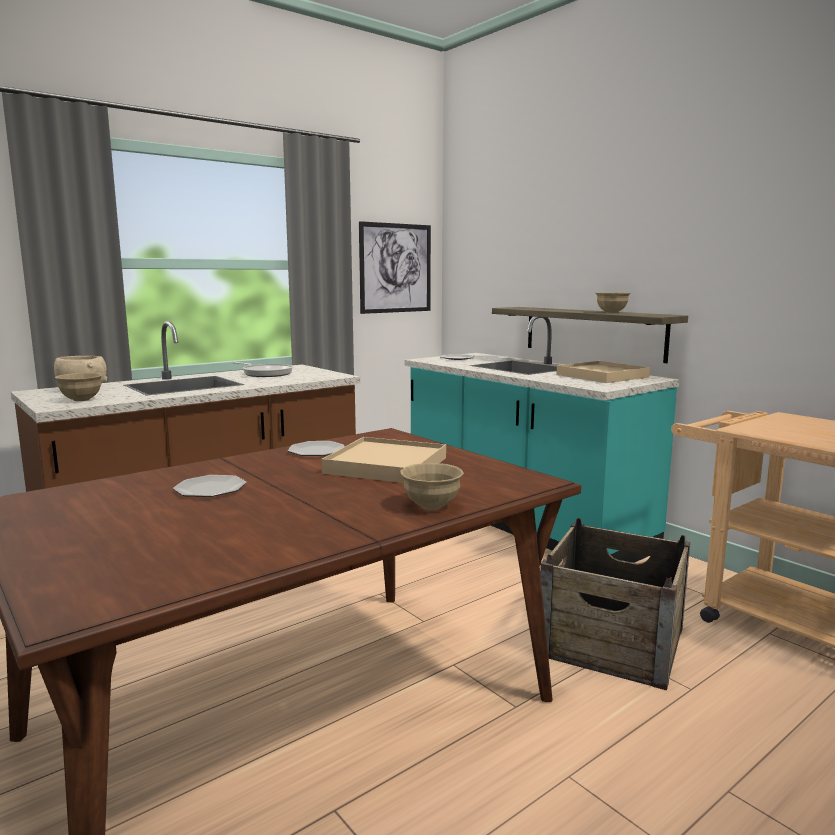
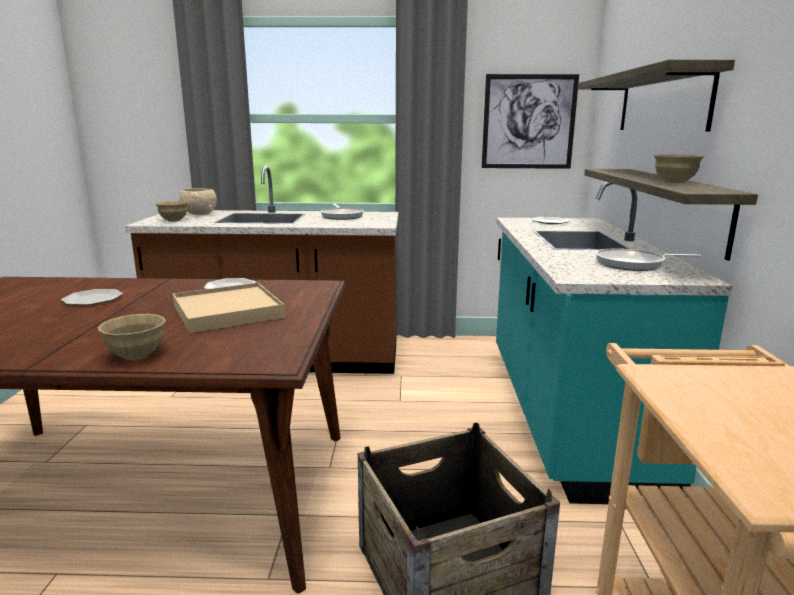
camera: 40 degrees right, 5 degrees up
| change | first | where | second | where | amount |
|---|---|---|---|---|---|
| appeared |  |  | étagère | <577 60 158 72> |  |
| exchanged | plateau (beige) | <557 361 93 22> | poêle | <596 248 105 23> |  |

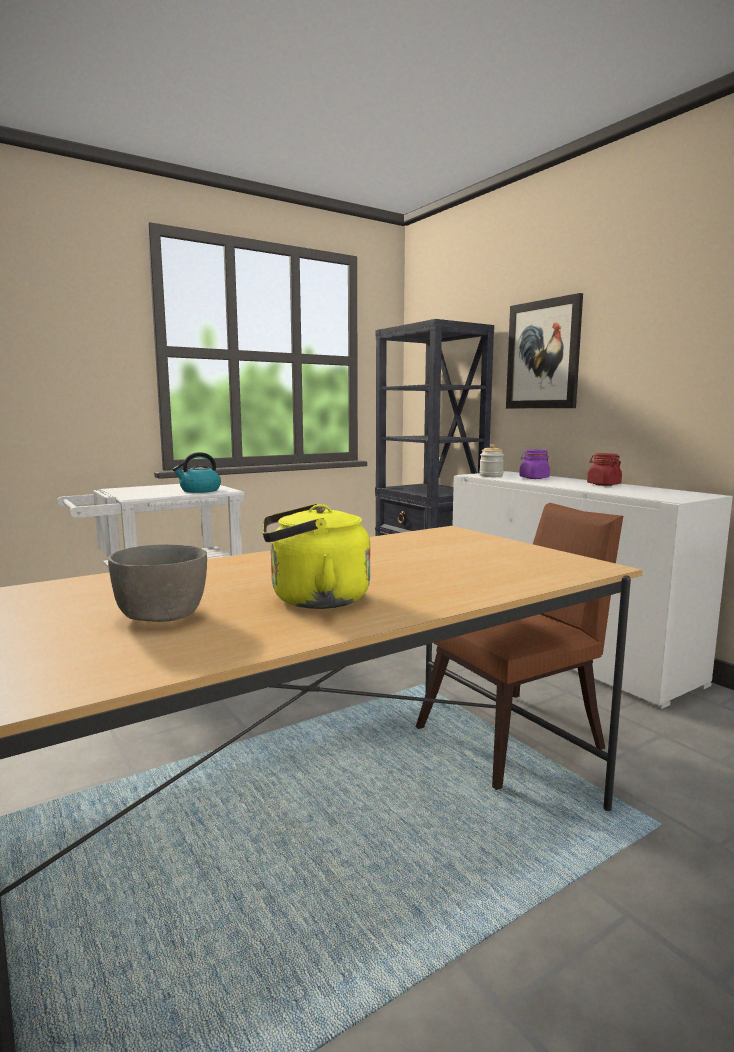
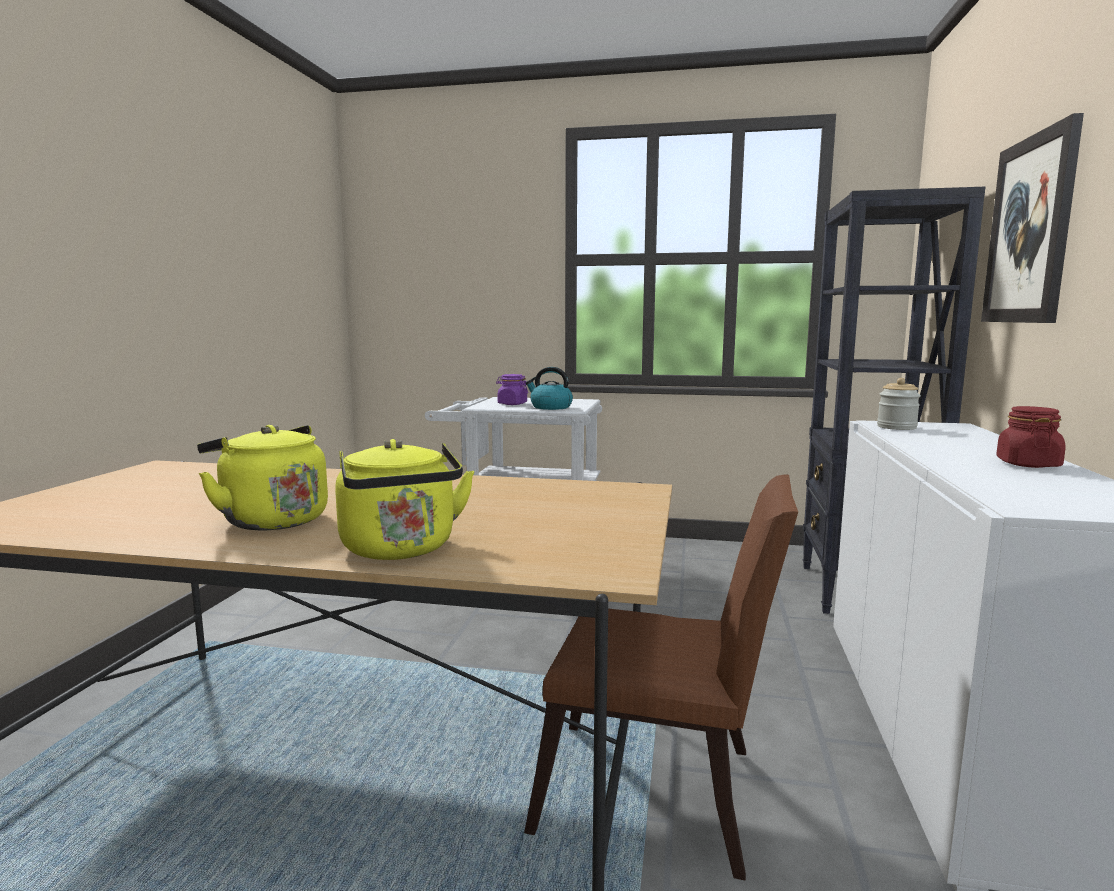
camera: 45 degrees right, 0 degrees up
| change | first | where | second | where | amount |
|---|---|---|---|---|---|
| appeared |  |  | bouilloire (jaune) | <335 439 139 121> |  |
| relocated | bocal (violet) | <519 450 31 29> |  | <496 374 32 31> |  |
| missing | bol (gris) | <108 544 99 78> |  |  |  |

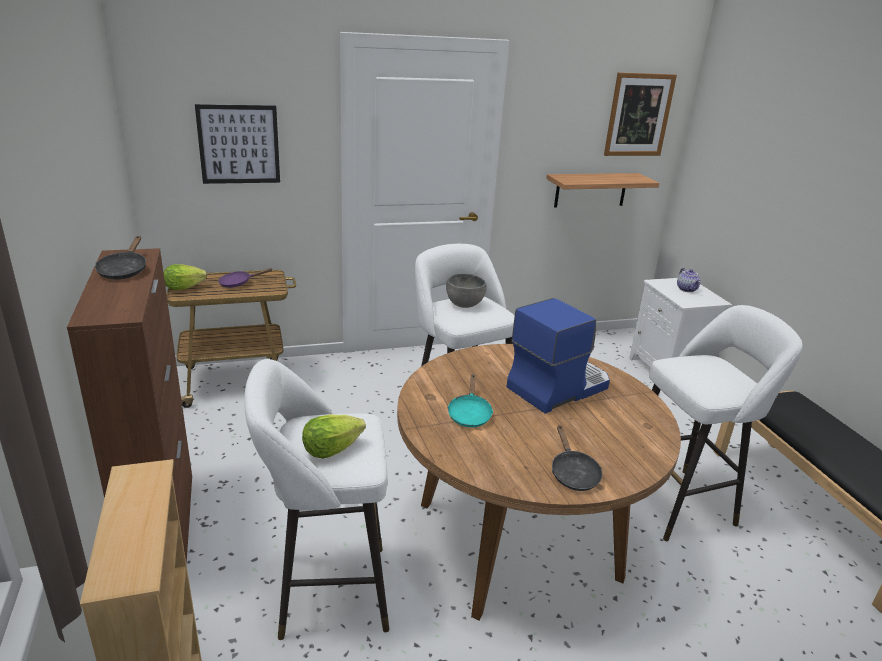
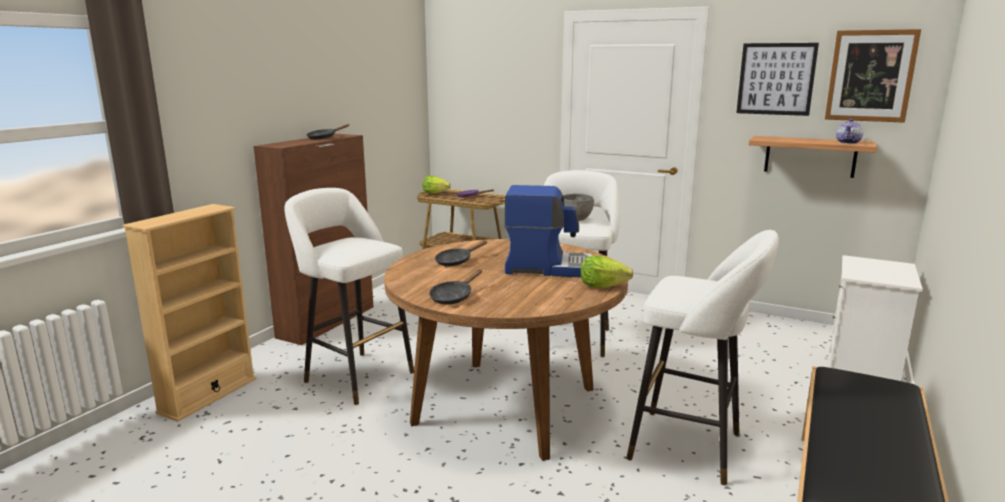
camera: 45 degrees right, 10 degrees down
| change | first | where | second | where | amount |
|---|---|---|---|---|---|
| colour | poêle (turquoise) | <447 374 46 53> | poêle (noir) | <435 241 52 25> |  |
| relocated | laitue | <302 415 64 44> |  | <580 255 53 33> |  |
| relocated | tableau | <195 104 85 80> |  | <736 43 83 73> |  |
| relocated | théière | <677 268 24 24> |  | <836 119 27 25> |  |

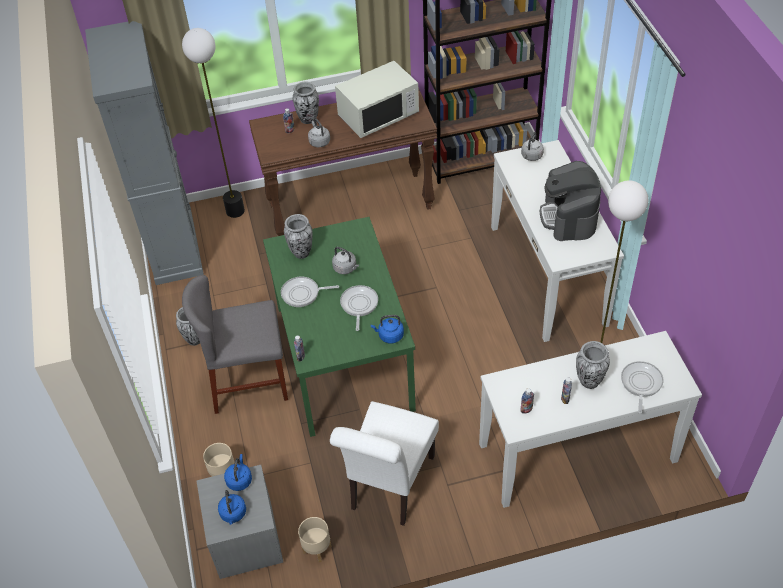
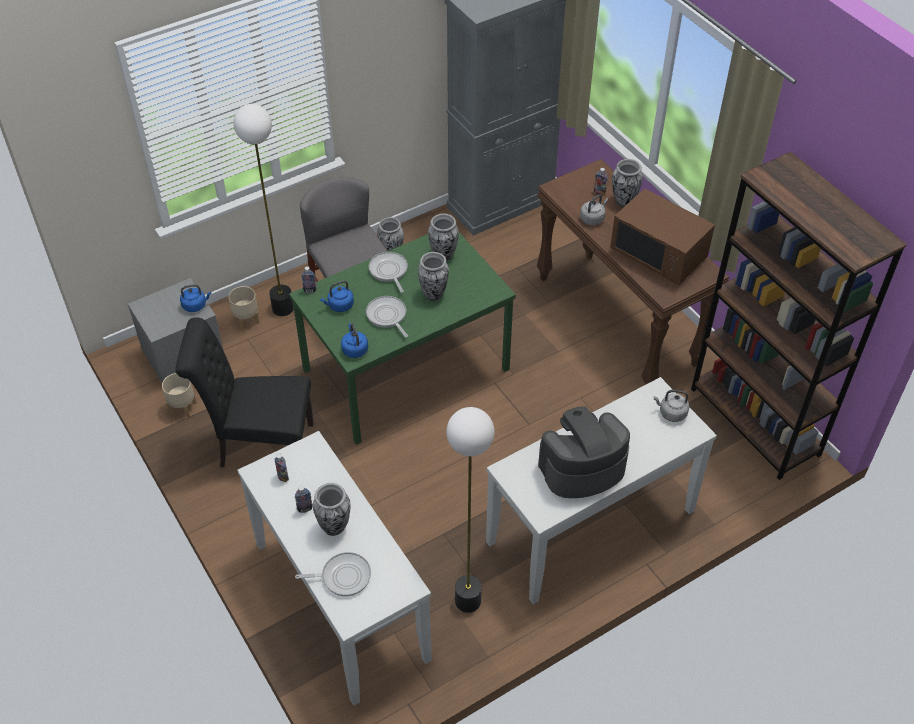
camera: 70 degrees right, 0 degrees up
| change | first | where | second | where | amount |
|---|---|---|---|---|---|
| colour | chaise (blanc) | <330 401 109 125> | chaise (noir) | <175 317 139 150> |  |
| relocated | lampadaire | <182 28 63 190> |  | <233 104 61 212> |  |
| relocated | bouilloire (bleu) | <218 490 28 35> |  | <320 280 34 32> |  |
| spun | poêle | <340 285 38 46> |  | <366 296 42 42> | 105 degrees counterclockwise |
| exchanged | bouilloire (gris) | <332 247 27 27> | vase | <418 252 31 49> |  |
| colour | micro-ondes (blanc) | <335 61 84 77> | micro-ondes (marron) | <610 188 105 97> |  |

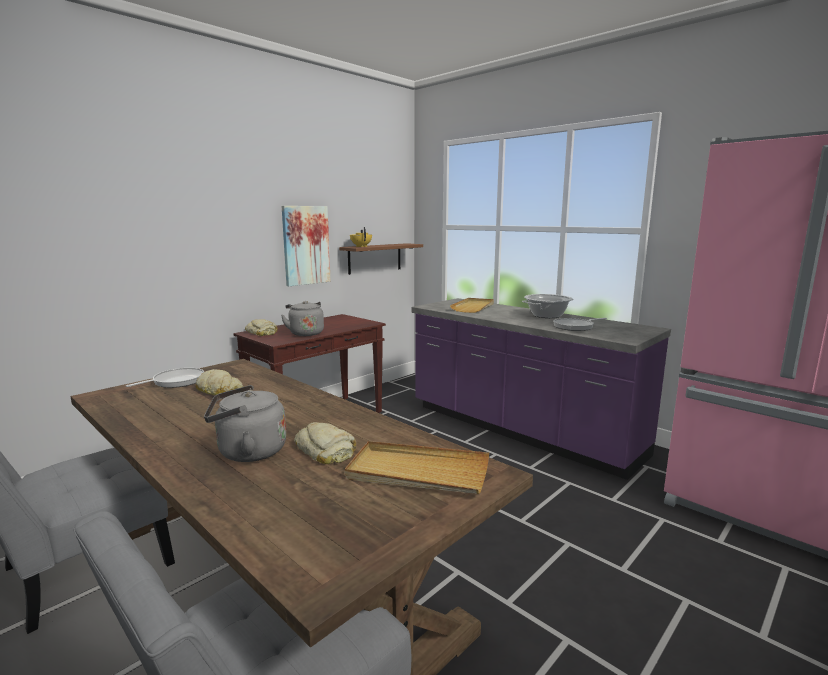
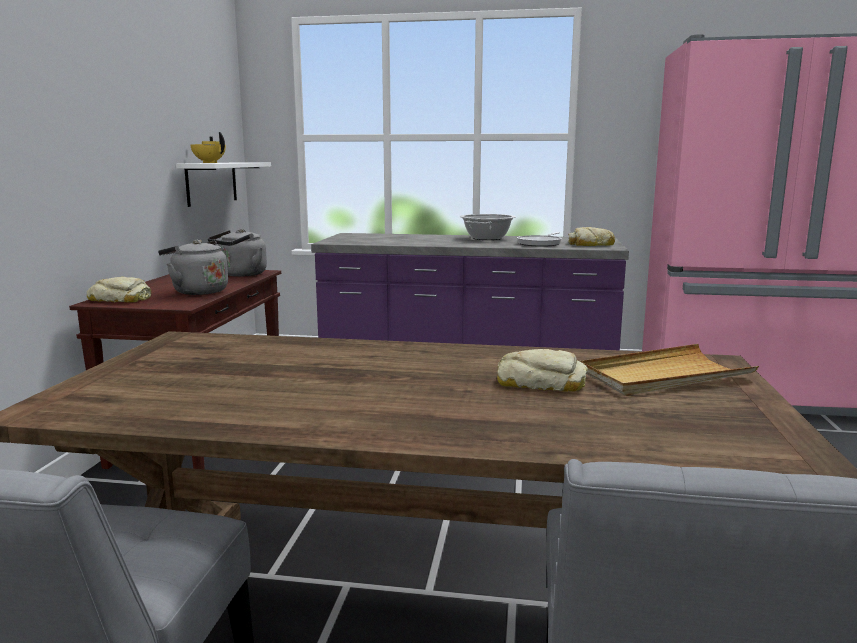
camera: 35 degrees left, 0 degrees up
| change | first | where | second | where | amount |
|---|---|---|---|---|---|
| colour | étagère (marron) | <339 243 84 32> | étagère (blanc) | <176 162 95 45> |  |
| relocated | bouilloire (gris) | <204 385 82 77> |  | <208 229 59 48> |  |
| relocated | pain | <195 369 48 26> |  | <568 227 47 19> |  |
| missing | poêle | <126 368 78 20> |  |  |  |
| missing | tableau | <282 206 49 80> |  |  |  |
| missing | plateau (beige) | <450 298 44 15> |  |  |  |

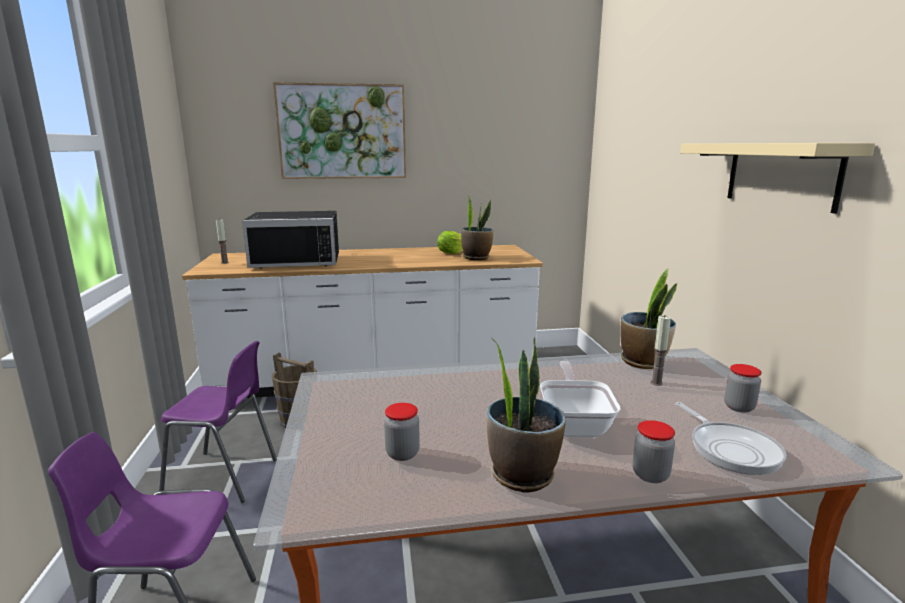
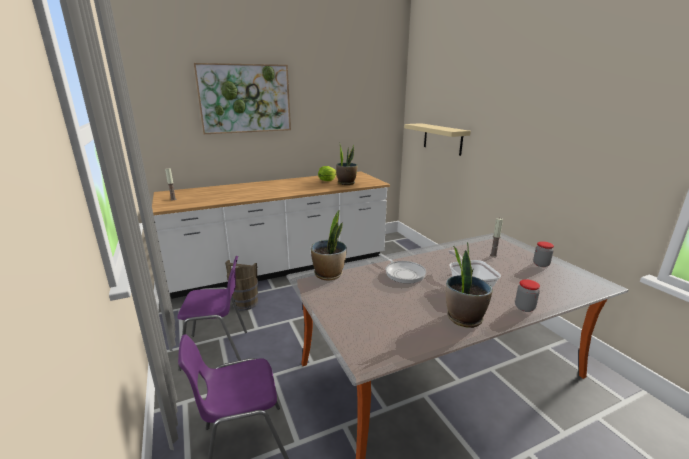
camera: 15 degrees left, 5 degrees up
| change | first | where | second | where | amount |
|---|---|---|---|---|---|
| relocated | plante en pot | <620 269 57 100> |  | <311 211 36 69> |  |
| relocated | poêle | <675 402 111 73> |  | <379 253 47 31> |  |
| relocated | étagère (beige) | <680 143 195 71> |  | <404 123 67 33> |  |
| missing | micro-ondes (noir) | <242 211 97 58> |  |  |  |
| missing | bocal | <384 403 36 58> |  |  |  |

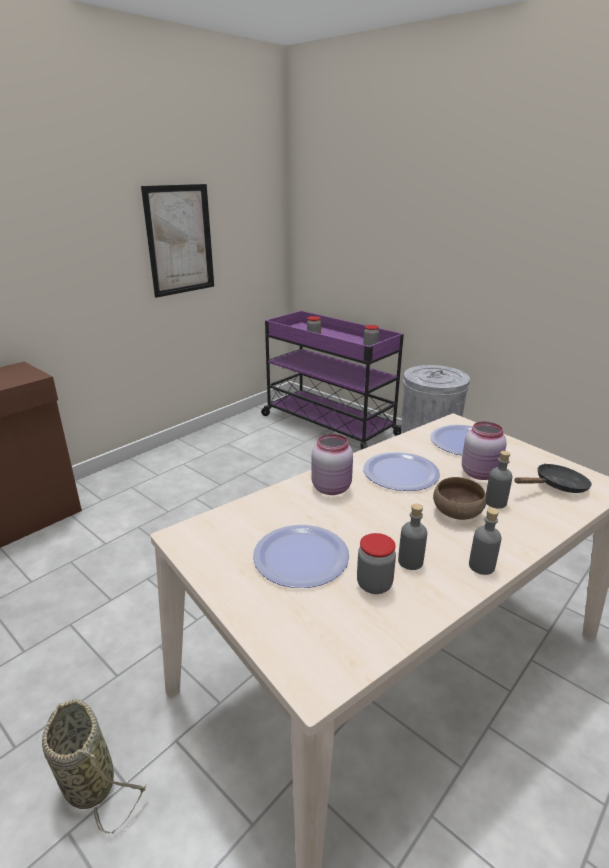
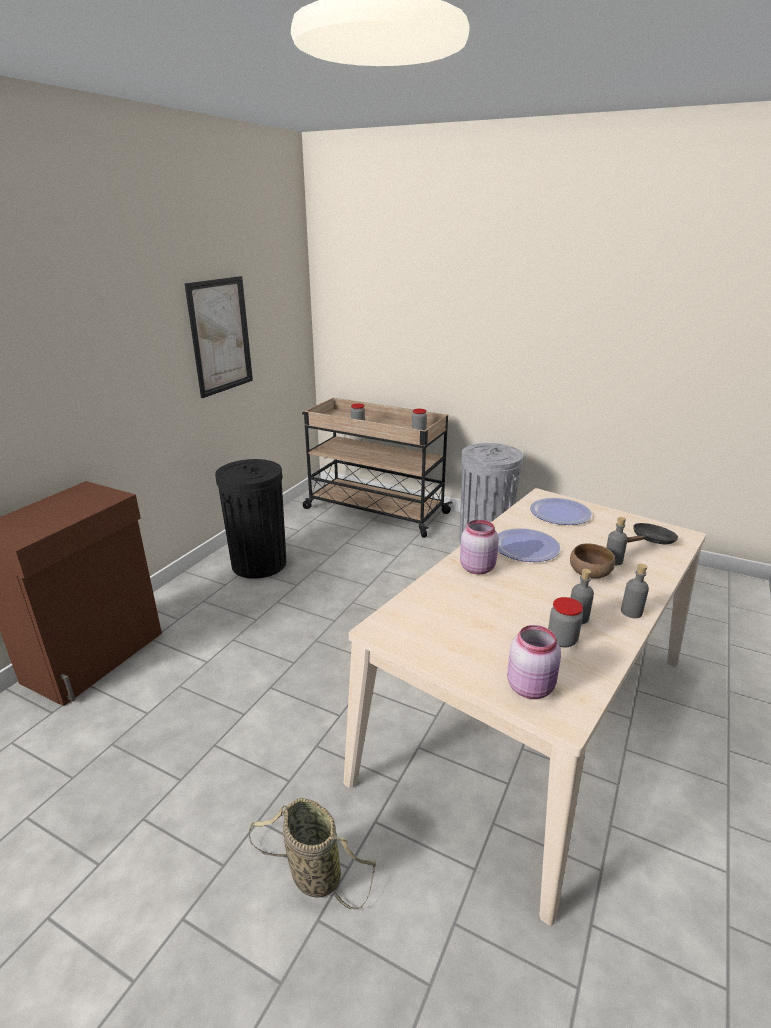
camera: 15 degrees left, 0 degrees up
| change | first | where | second | where | amount |
|---|---|---|---|---|---|
| appeared |  |  | poubelle (noir) | <215 459 71 120> |  |
| colour | chariot (violet) | <261 311 143 138> | chariot (beige) | <302 398 151 140> |  |
| relocated | bocal (rose) | <462 421 45 59> |  | <507 625 54 74> |  |
| missing | assiette | <253 525 96 63> |  |  |  |

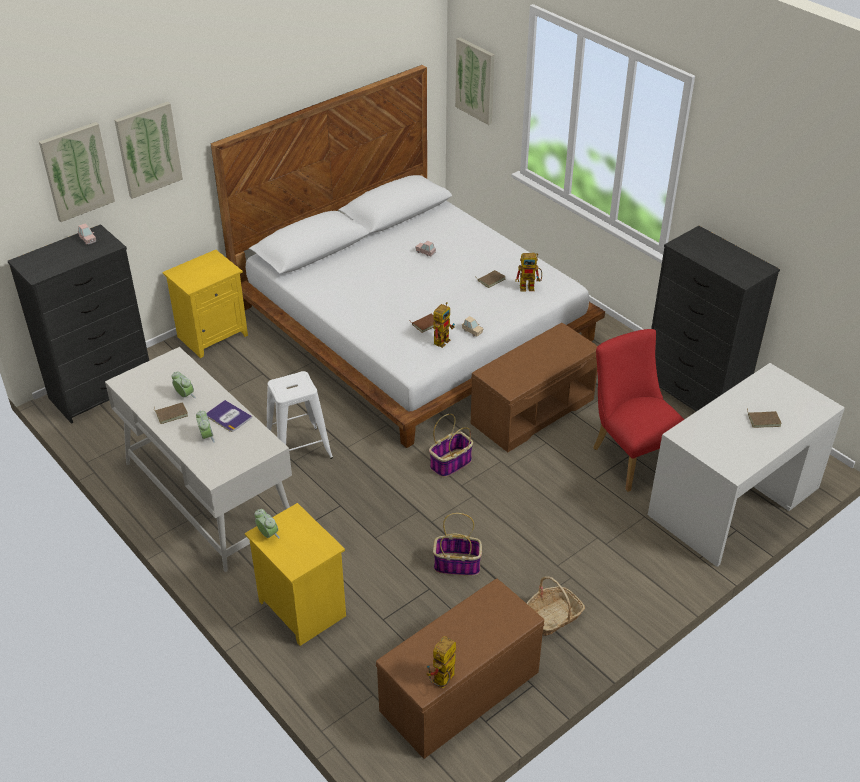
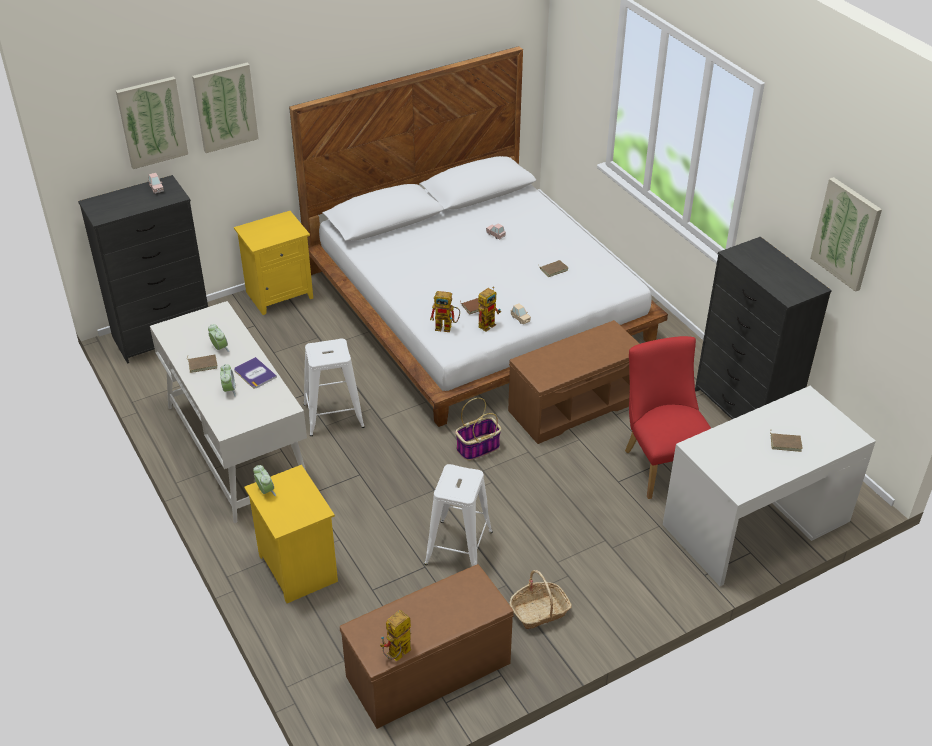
camera: 10 degrees right, 0 degrees up
| change | first | where | second | where | amount |
|---|---|---|---|---|---|
| exchanged | panier | <433 513 49 63> | tabouret (blanc) | <424 464 69 102> |  |
| relocated | robot jouet | <515 253 27 38> |  | <430 291 30 41> |  |
| relocated | tableau | <455 38 40 87> |  | <811 177 71 115> |  |

